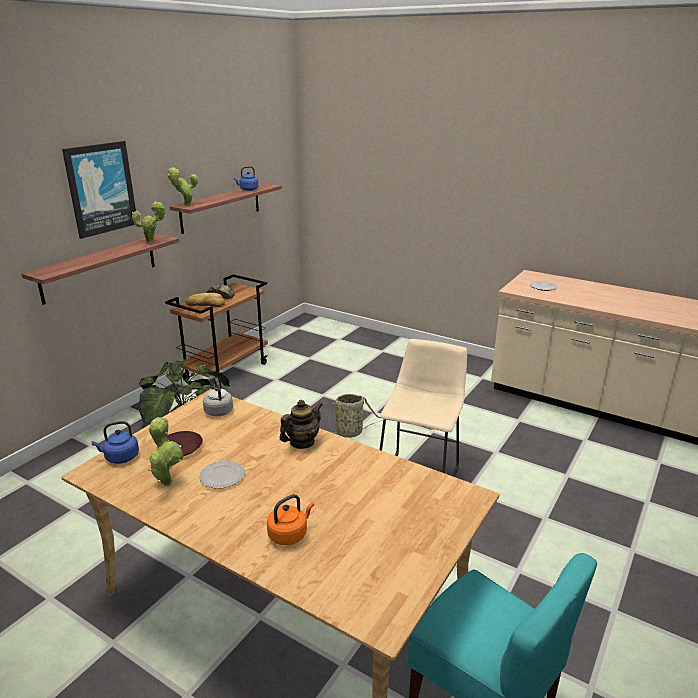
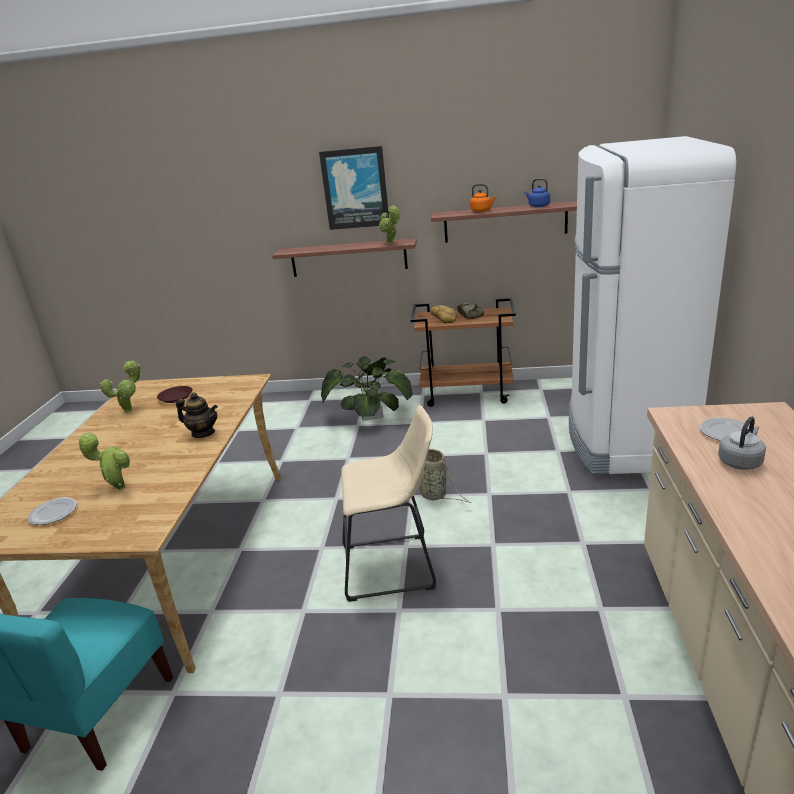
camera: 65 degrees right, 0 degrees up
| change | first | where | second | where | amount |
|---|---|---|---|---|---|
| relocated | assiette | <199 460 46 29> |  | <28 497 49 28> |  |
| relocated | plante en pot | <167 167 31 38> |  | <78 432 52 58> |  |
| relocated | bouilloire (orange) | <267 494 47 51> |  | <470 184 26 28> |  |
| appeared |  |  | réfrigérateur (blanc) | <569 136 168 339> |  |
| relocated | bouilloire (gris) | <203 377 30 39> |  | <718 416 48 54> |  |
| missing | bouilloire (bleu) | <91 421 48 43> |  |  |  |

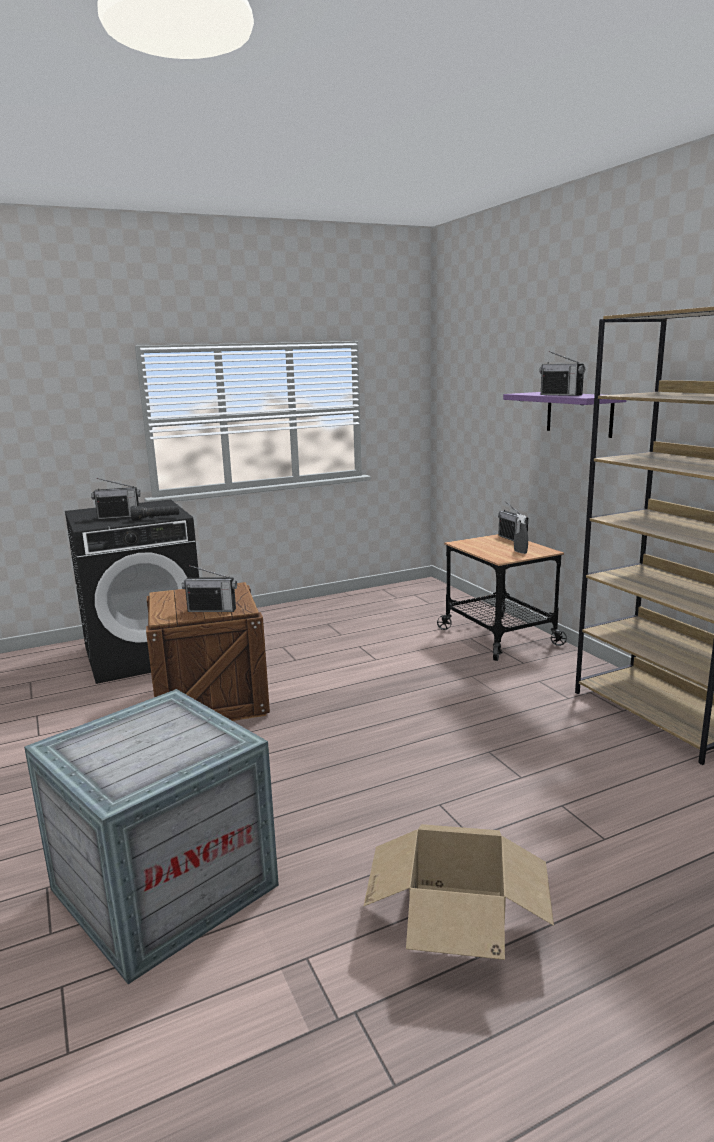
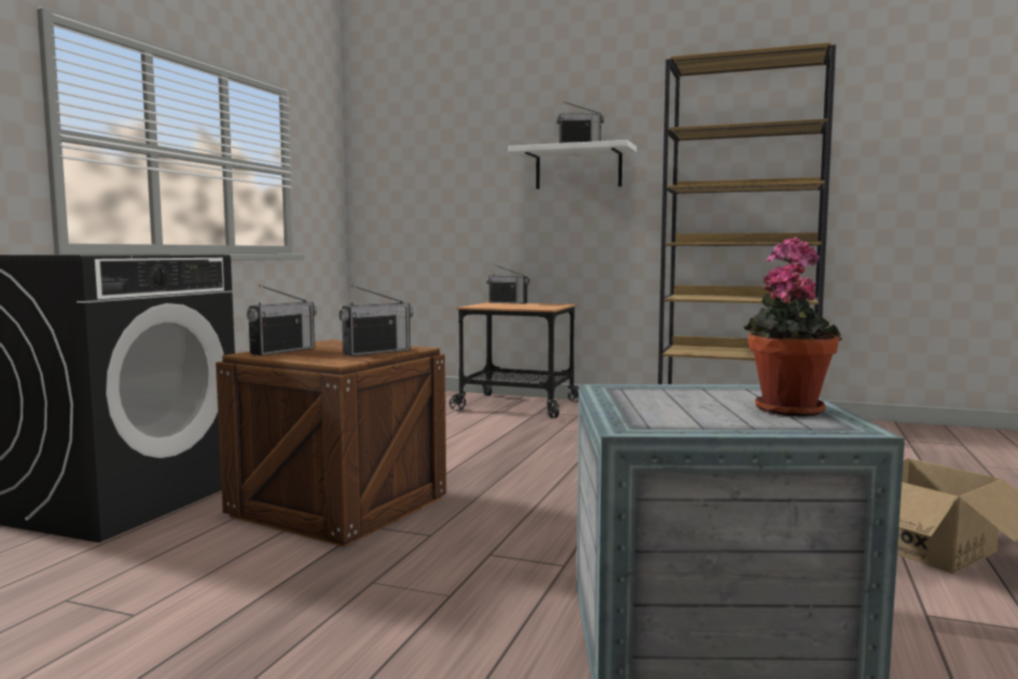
camera: 45 degrees left, 10 degrees down
| change | first | where | second | where | amount |
|---|---|---|---|---|---|
| relocated | radio | <91 478 50 41> |  | <246 285 71 70> |  |
| colour | étagère (violet) | <503 392 124 46> | étagère (blanc) | <508 140 129 49> |  |
| appeared |  |  | plante en pot | <744 237 98 179> |  |
| missing | lampe de poche (noir) | <130 505 49 16> |  |  |  |
| missing | vaporisateur (gris) | <514 514 14 40> |  |  |  |

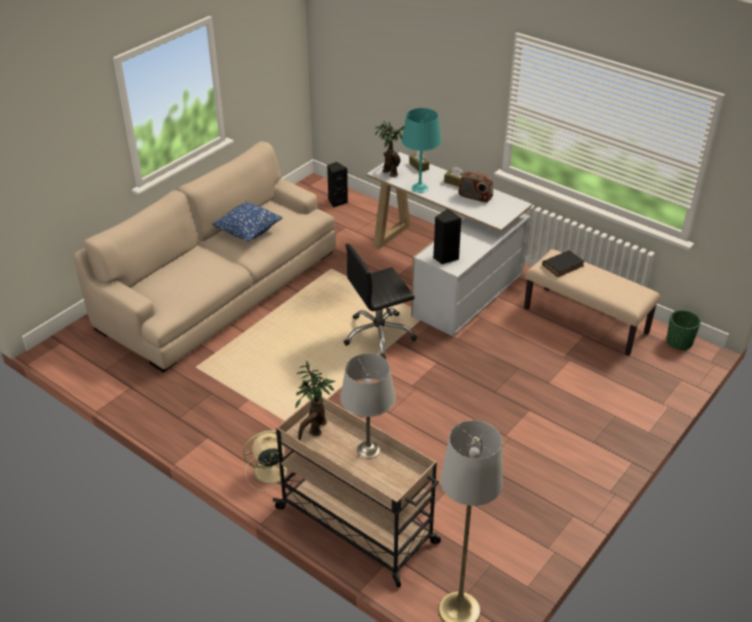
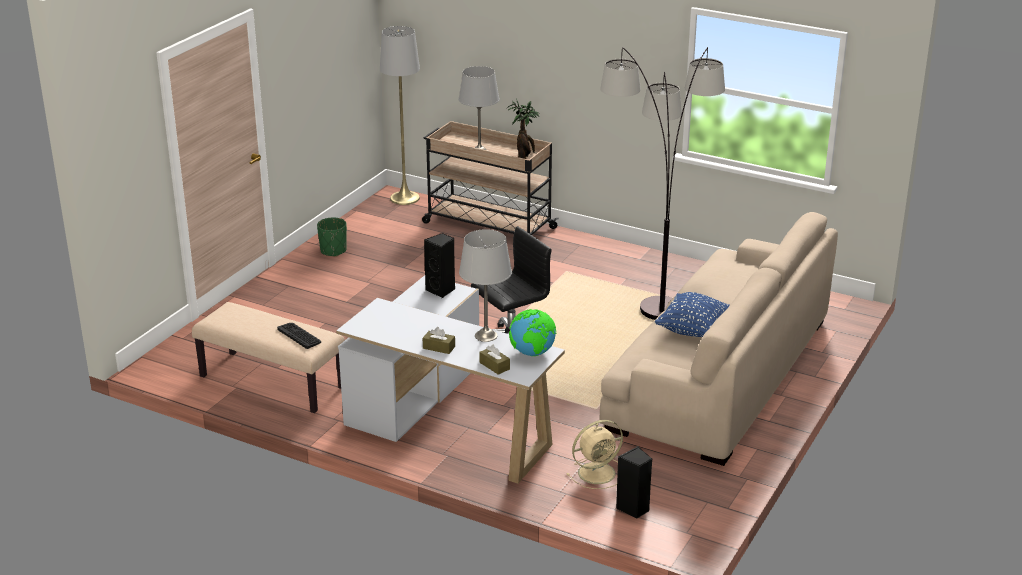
camera: 170 degrees right, 10 degrees down
| change | first | where | second | where | amount |
|---|---|---|---|---|---|
| exchanged | livre (noir) | <542 250 43 27> | clavier | <277 323 44 26> |  |
| relocated | cache-pot (vert) | <666 310 35 41> |  | <317 218 30 39> |  |
| colour | lampe de table (turquoise) | <402 108 39 85> | lampe de table (gris) | <459 229 53 113> |  |
| exchanged | plante en pot | <375 120 29 57> | globe | <509 309 47 47> |  |
| relocated | ventilateur (beige) | <243 430 49 61> |  | <566 420 57 69> |  |
| appeared |  |  | lampadaire | <600 47 125 273> |  |
| missing | radio | <458 172 35 31> |  |  |  |

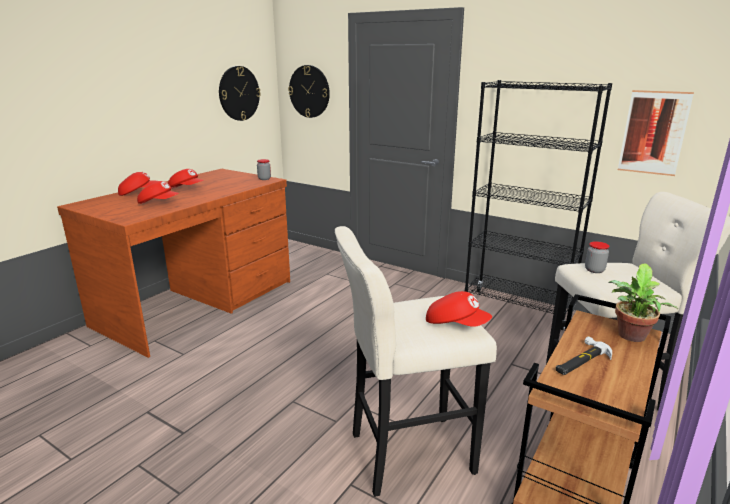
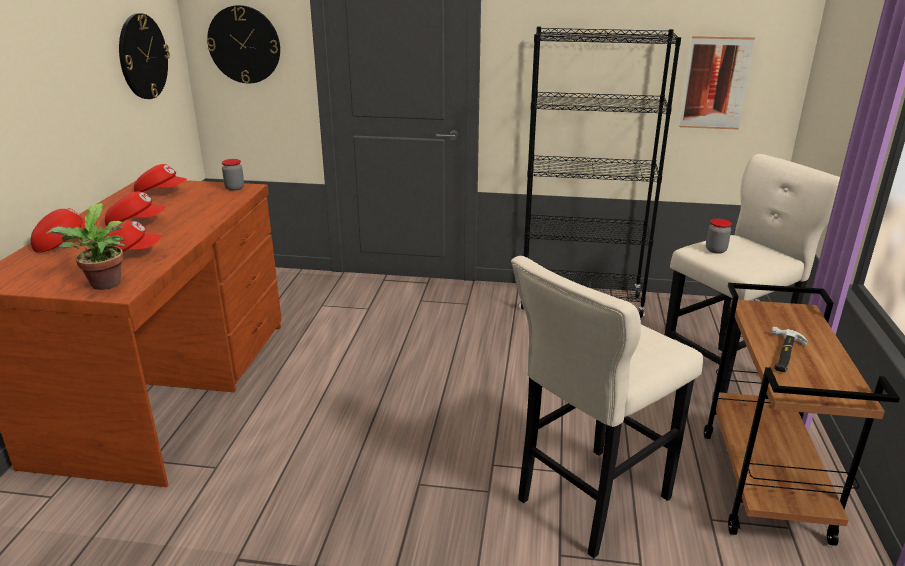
camera: 25 degrees left, 5 degrees up
| change | first | where | second | where | amount |
|---|---|---|---|---|---|
| relocated | plante en pot | <609 263 69 79> |  | <45 203 80 87> |  |
| relocated | casquette (rouge) | <426 291 66 36> |  | <134 164 53 28> |  |

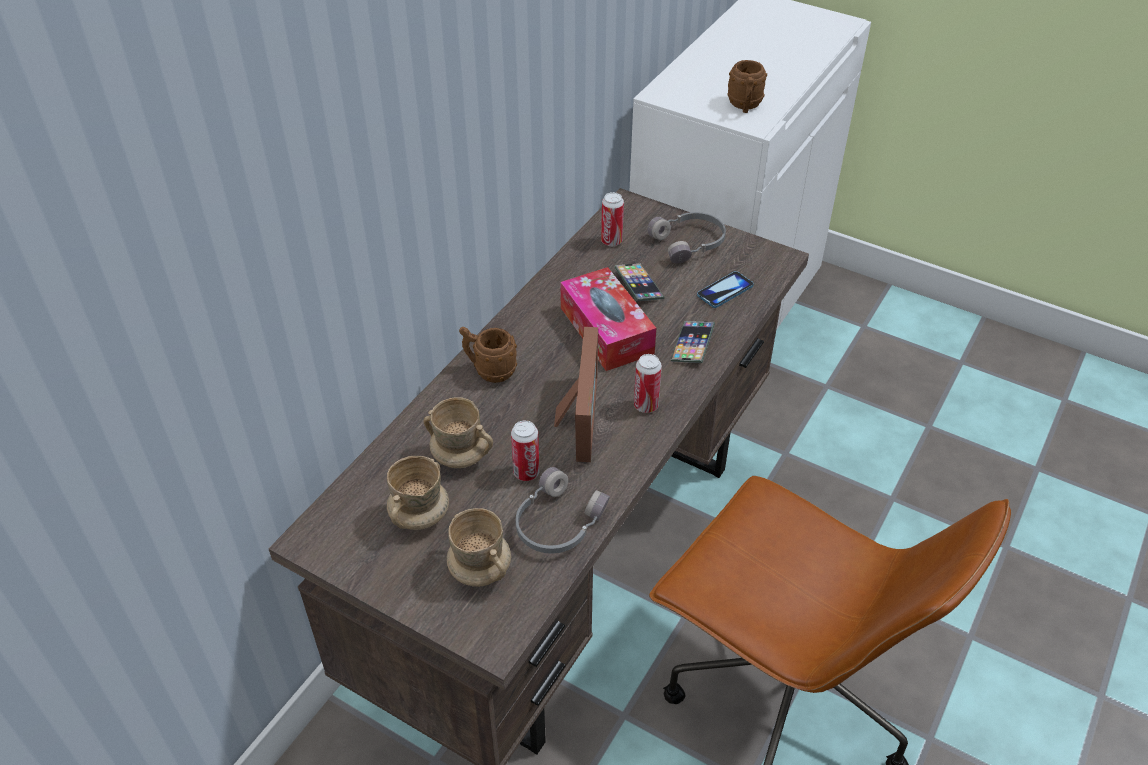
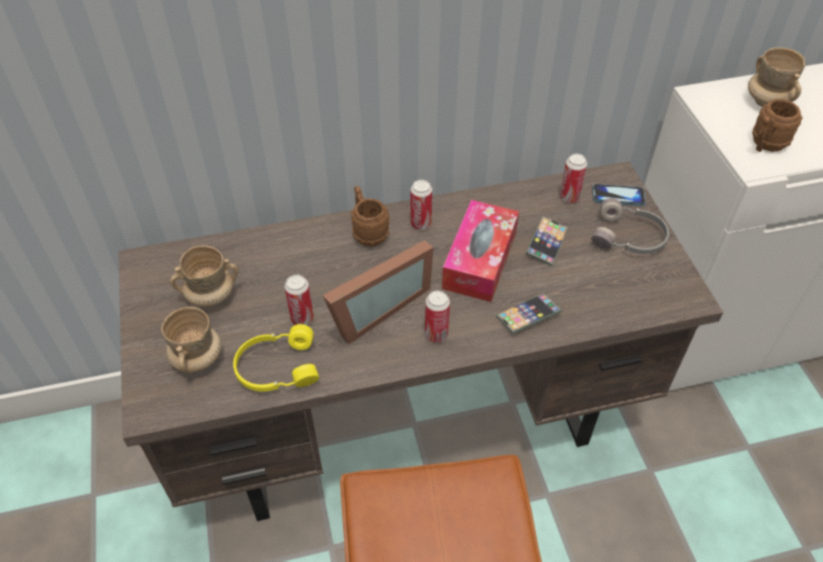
camera: 45 degrees right, 5 degrees up
| change | first | where | second | where | amount |
|---|---|---|---|---|---|
| colour | casque audio (gris) | <516 467 94 86> | casque audio (jaune) | <233 324 86 68> |  |
| appeared |  |  | boîte métallique | <411 180 21 50> |  |
| relocated | téléphone | <697 271 57 37> |  | <592 184 54 22> |  |
| relocated | mug (beige) | <424 397 69 71> |  | <748 47 57 60> |  |

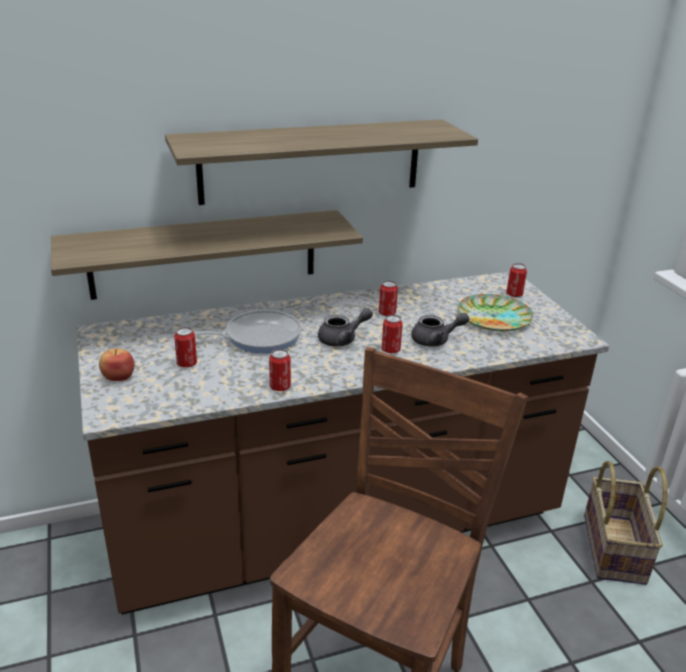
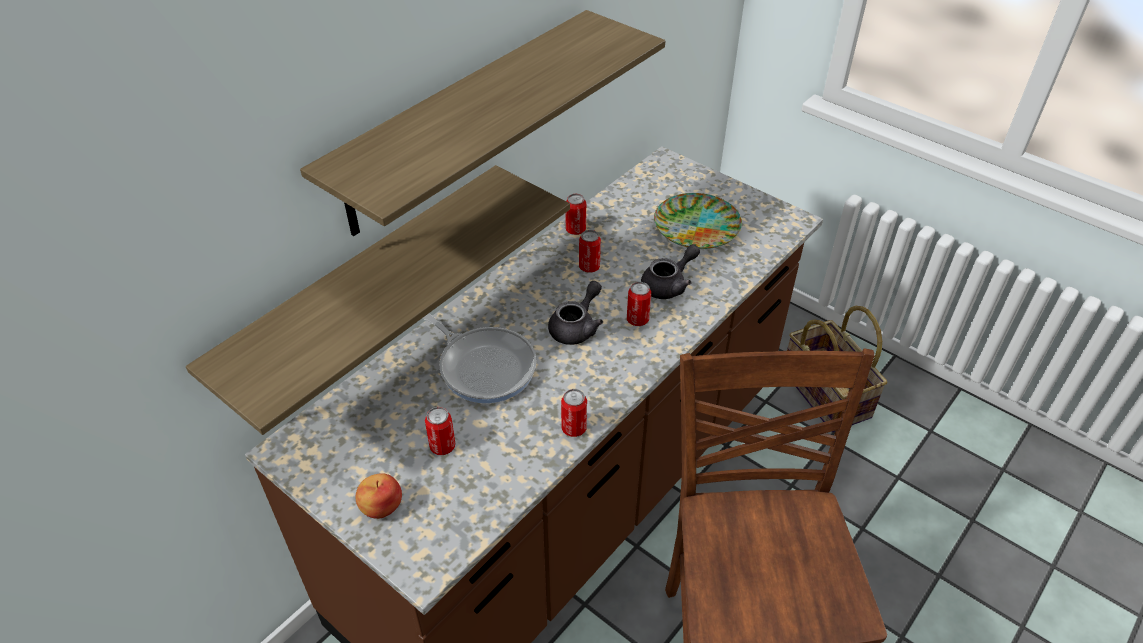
camera: 30 degrees left, 15 degrees up
| change | first | where | second | where | amount |
|---|---|---|---|---|---|
| spun | poêle | <194 310 107 43> |  | <423 313 114 90> | 90 degrees clockwise |
| relocated | boîte métallique | <507 263 20 34> |  | <566 194 20 41> |  |

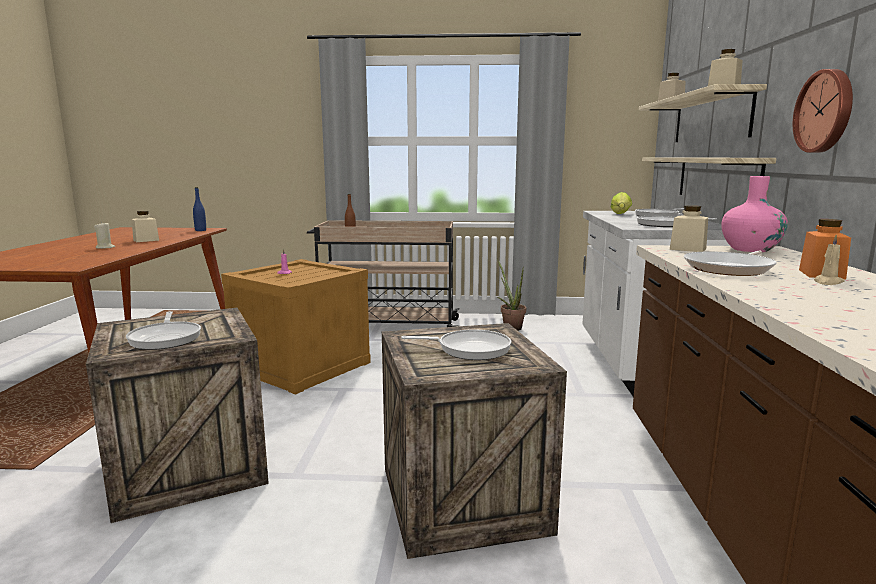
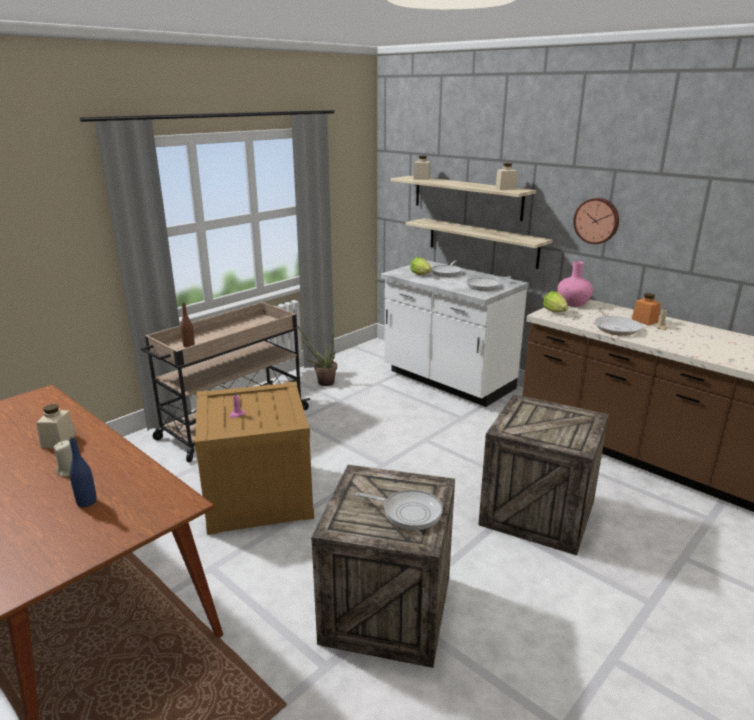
camera: 50 degrees left, 10 degrees up
| change | first | where | second | where | amount |
|---|---|---|---|---|---|
| relocated | bouteille (bleu) | <193 187 13 44> |  | <69 436 28 71> |  |
| exchanged | bocal (beige) | <670 205 38 47> | laitue | <543 291 25 22> |  |
| missing | poêle | <401 329 110 31> |  |  |  |

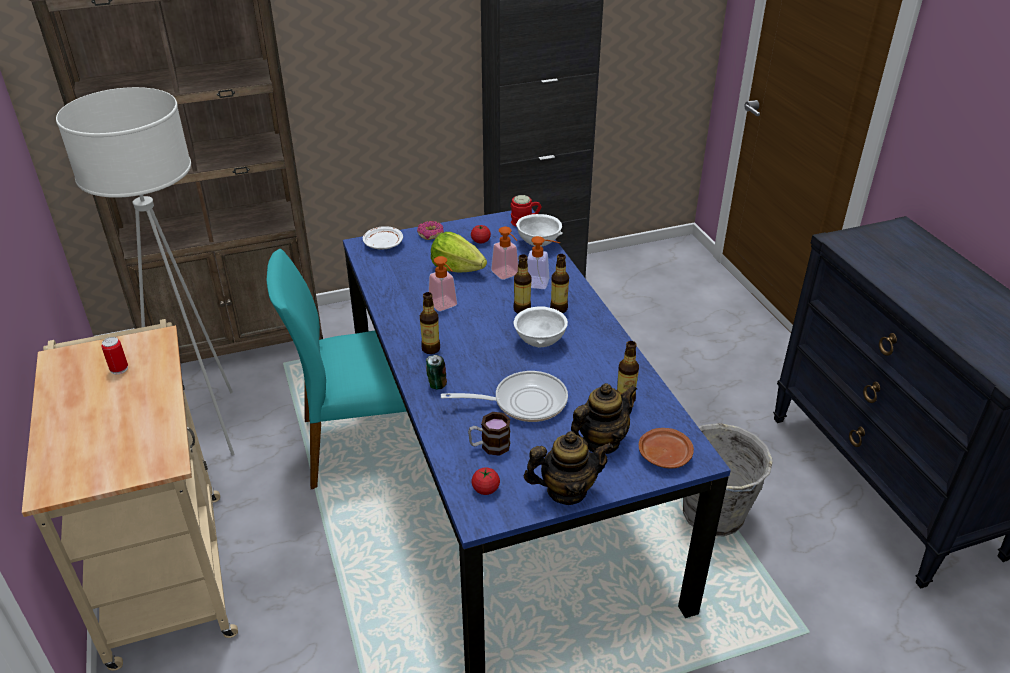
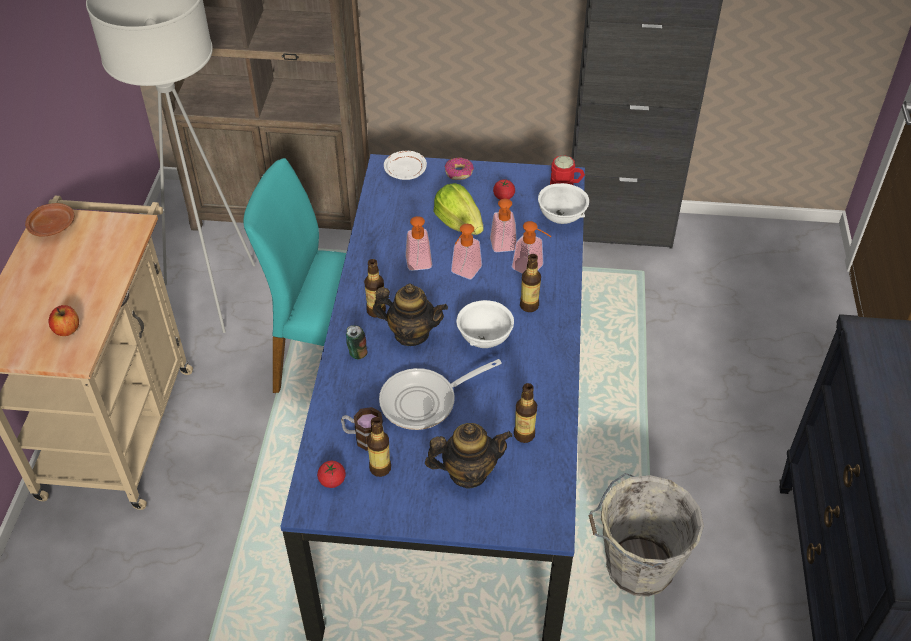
camera: 25 degrees right, 10 degrees up
| change | first | where | second | where | amount |
|---|---|---|---|---|---|
| relocated | assiette (marron) | <639 428 55 40> |  | <25 203 49 34> |  |
| appeared |  |  | pomme | <49 305 30 31> |  |
| relocated | bouteille | <513 254 18 59> |  | <367 417 24 60> |  |
| relocated | théière | <524 431 89 74> |  | <372 283 76 63> |  |
| spun | poêle | <441 371 127 51> |  | <379 359 123 71> | 135 degrees clockwise |
| appeared |  |  | distributeur de savon | <451 224 31 55> |  |
| missing | boîte métallique | <101 337 27 37> |  |  |  |

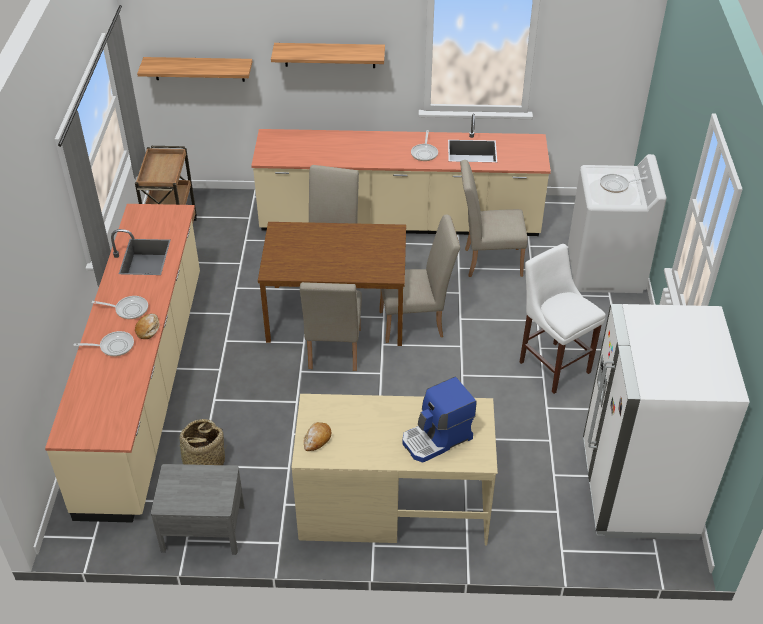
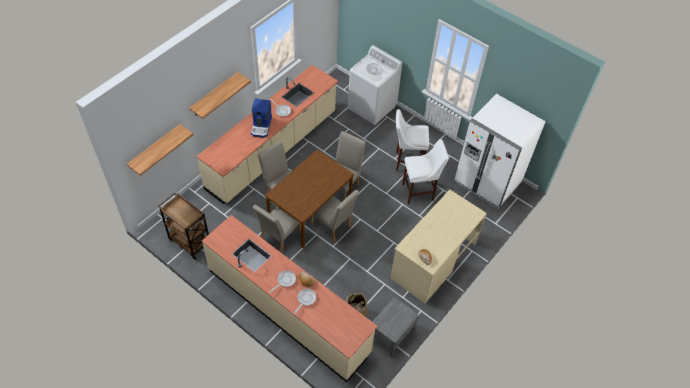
camera: 55 degrees left, 10 degrees up
| change | first | where | second | where | amount |
|---|---|---|---|---|---|
| relocated | machine à café | <402 377 75 86> |  | <251 99 21 39> |  |
| relocated | chaise (beige) | <460 160 68 117> |  | <252 205 49 49> |  |
| appeared |  |  | tabouret (blanc) | <402 139 47 65> |  |

